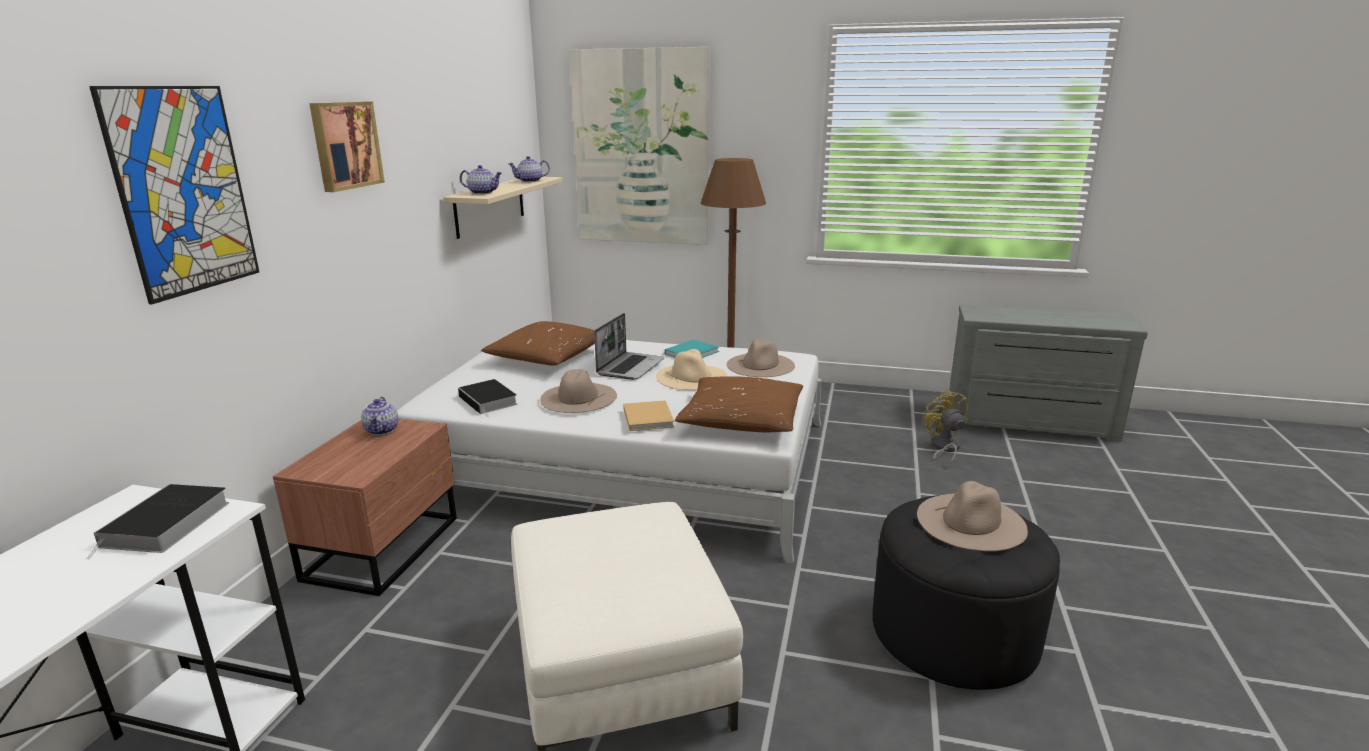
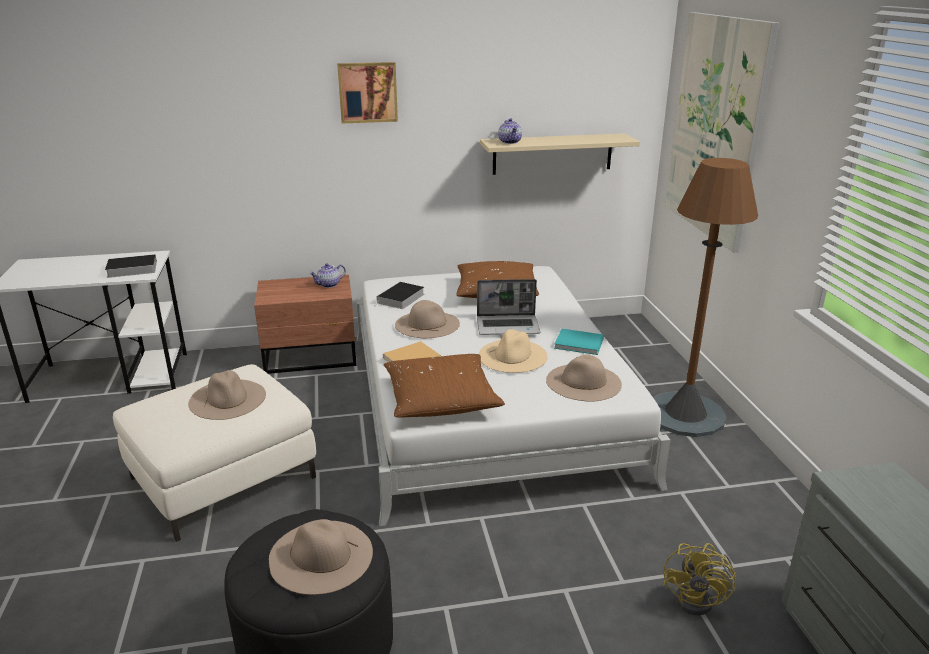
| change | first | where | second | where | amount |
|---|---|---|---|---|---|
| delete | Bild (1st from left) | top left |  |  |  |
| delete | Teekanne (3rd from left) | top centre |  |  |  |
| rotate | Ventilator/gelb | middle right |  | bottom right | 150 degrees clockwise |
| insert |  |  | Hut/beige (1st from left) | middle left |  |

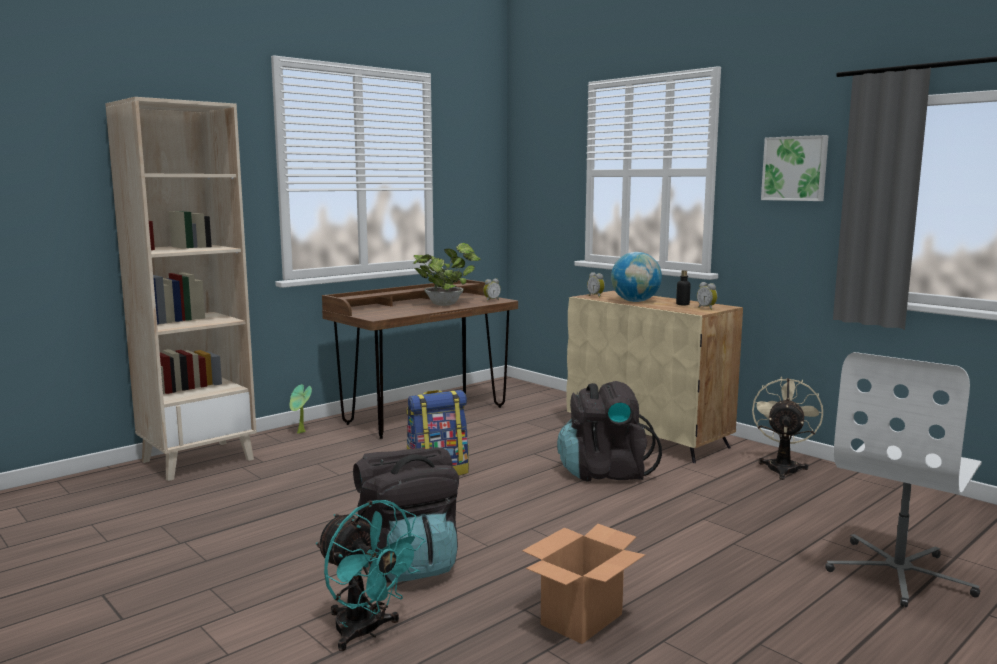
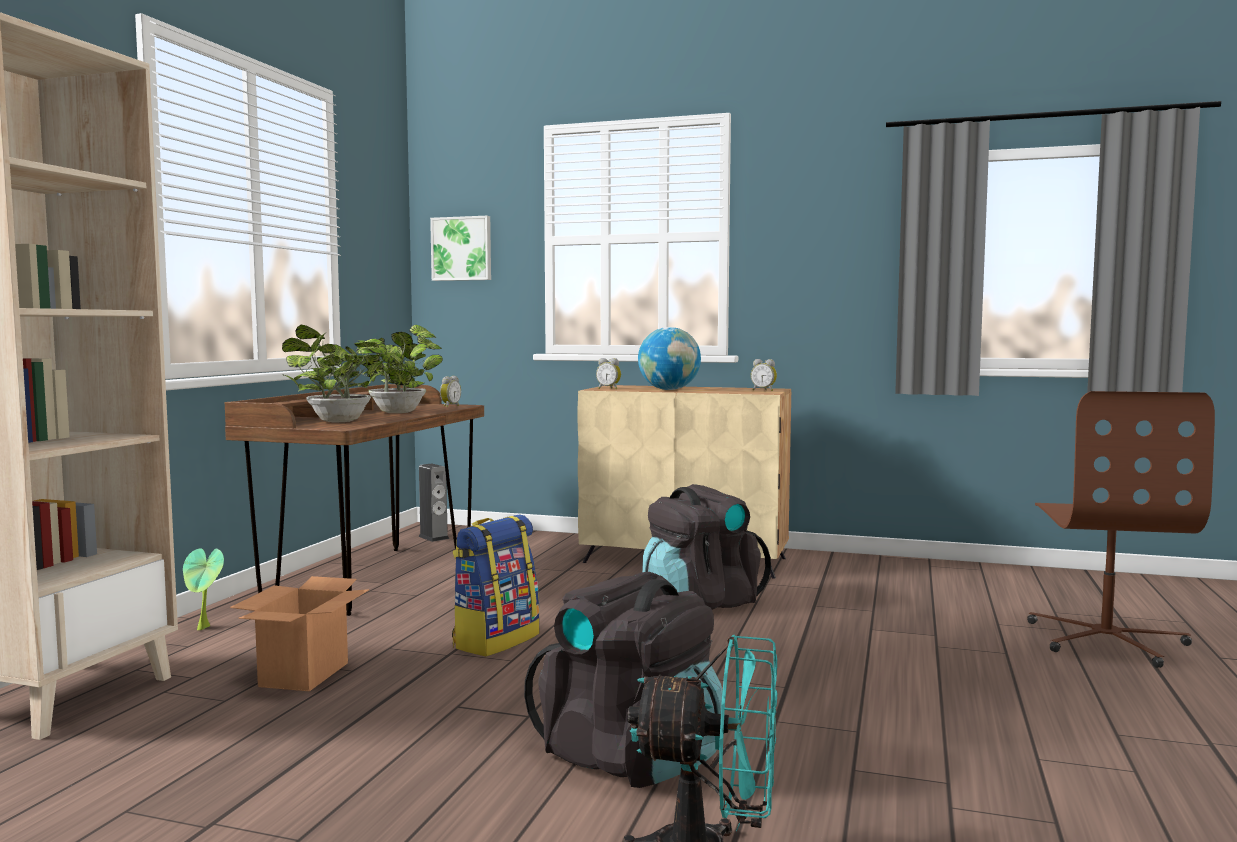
| change | first | where | second | where | amount |
|---|---|---|---|---|---|
| move | Karton | bottom centre |  | bottom left |  |
| delete | Flasche | middle right |  |  |  |
| delete | Ventilator/beige | middle right |  |  |  |
| move | Bild | top right |  | top centre |  |
| recolor | Bürostuhl/weiß | bottom right | Bürostuhl/braun | middle right |  |
| insert |  |  | Topfpflanze (2nd from left) | middle left |  |
| insert |  |  | Lautsprecher | centre |  |

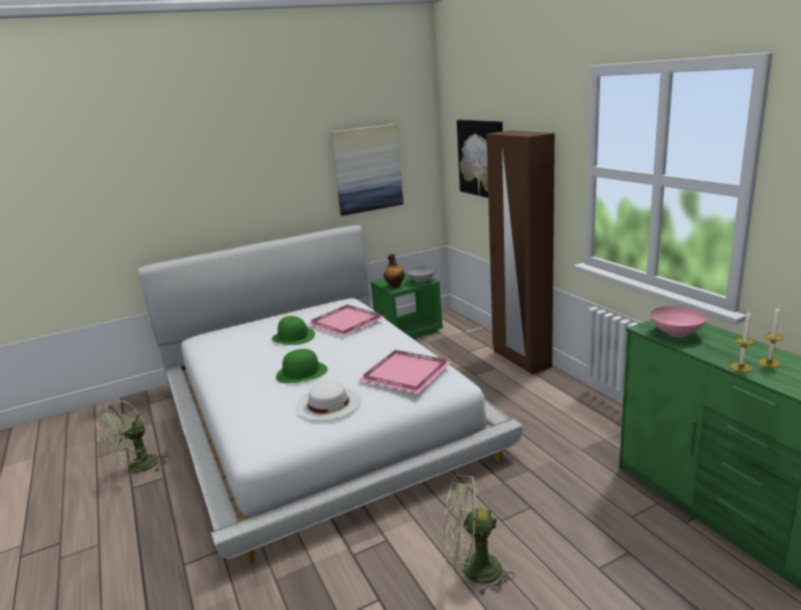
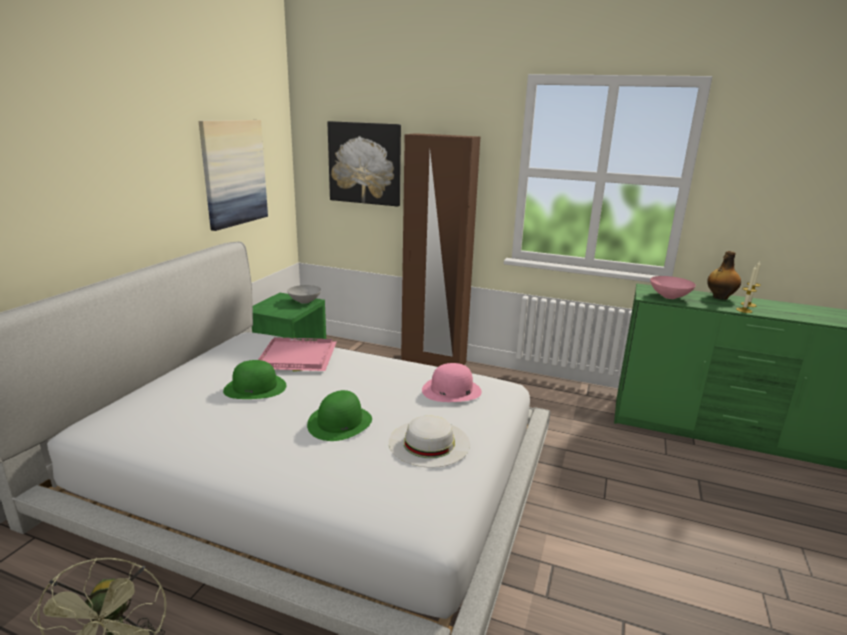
| change | first | where | second | where | amount |
|---|---|---|---|---|---|
| replace | Tablett/rosa (2nd from left) | centre | Hut/rosa | centre |  |
| move | Flasche | centre |  | middle right |  |
| delete | Ventilator/grün (2nd from left) | bottom centre |  |  |  |

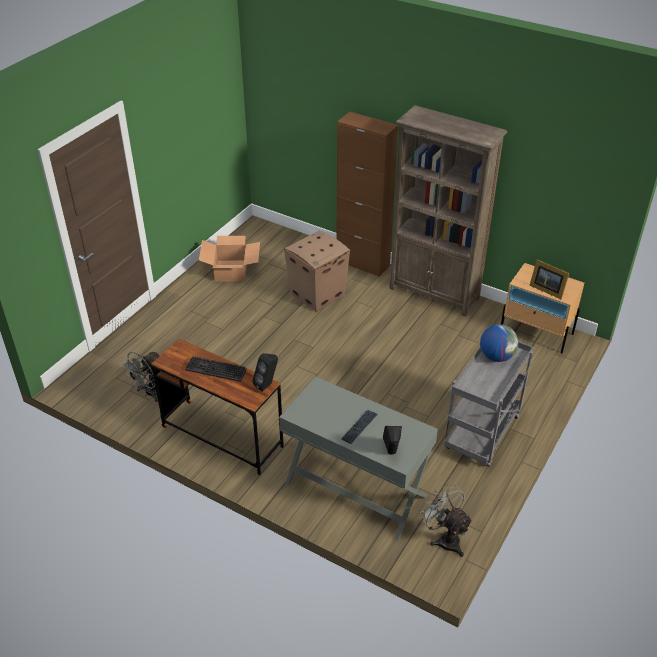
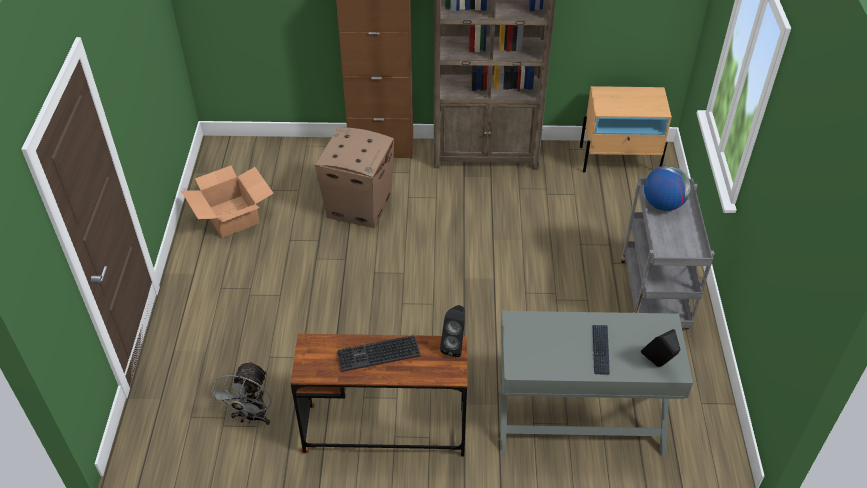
| change | first | where | second | where | amount |
|---|---|---|---|---|---|
| delete | Ventilator/grau (2nd from left) | bottom right |  |  |  |
| delete | Bilderrahmen | middle right |  |  |  |

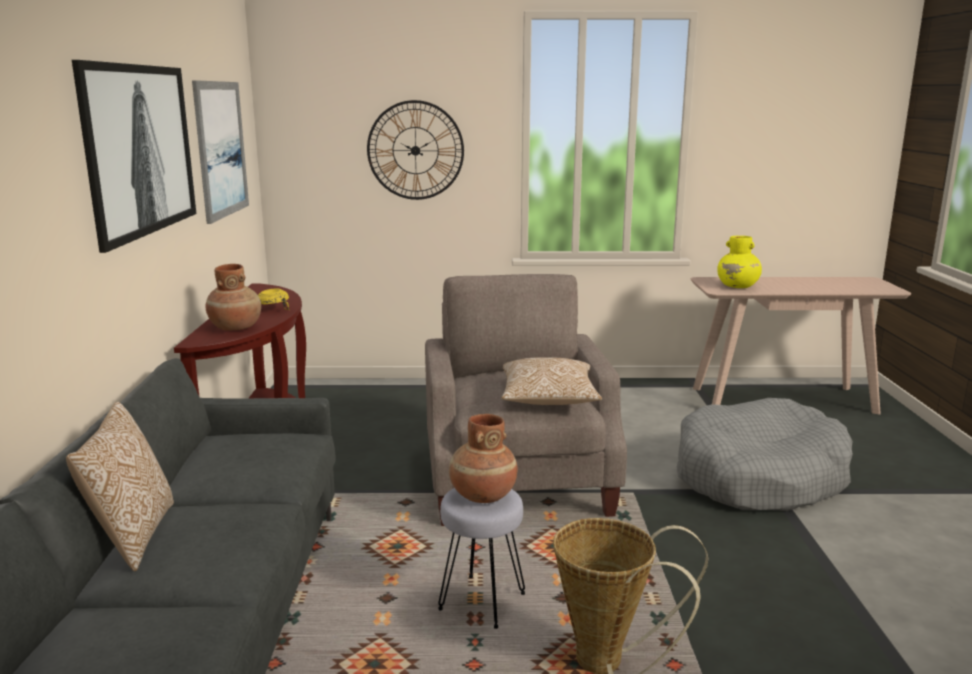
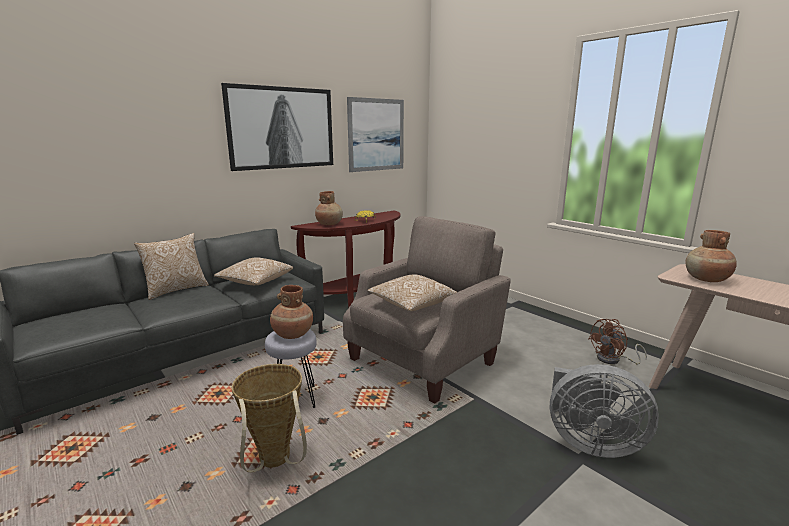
| change | first | where | second | where | amount |
|---|---|---|---|---|---|
| delete | Wanduhr | top centre |  |  |  |
| replace | Hundebett/grau | bottom right | Ventilator/grau | bottom right |  |
| recolor | Vase/gelb | middle right | Vase/braun (3rd from left) | middle right |  |
| insert |  |  | Kissen (2nd from left) | middle left |  |
| insert |  |  | Ventilator/braun | middle right |  |

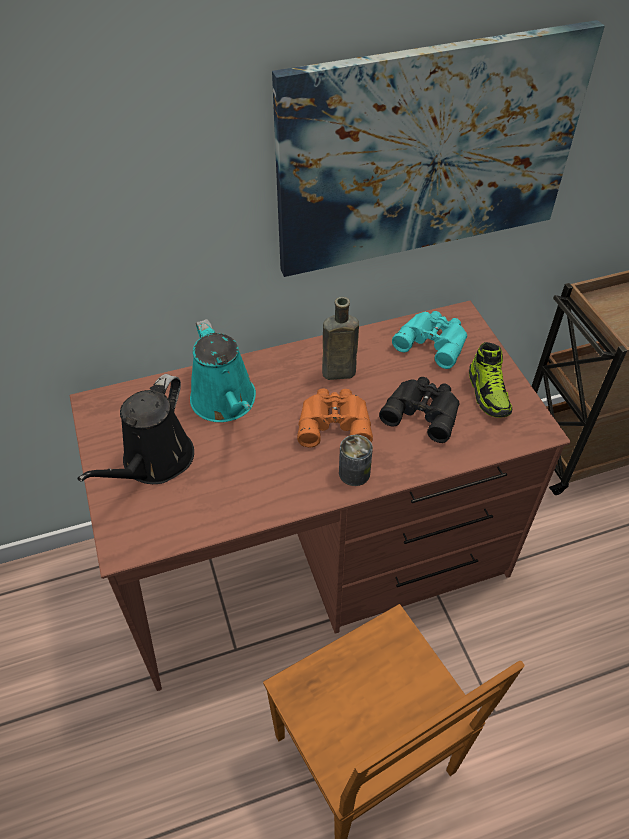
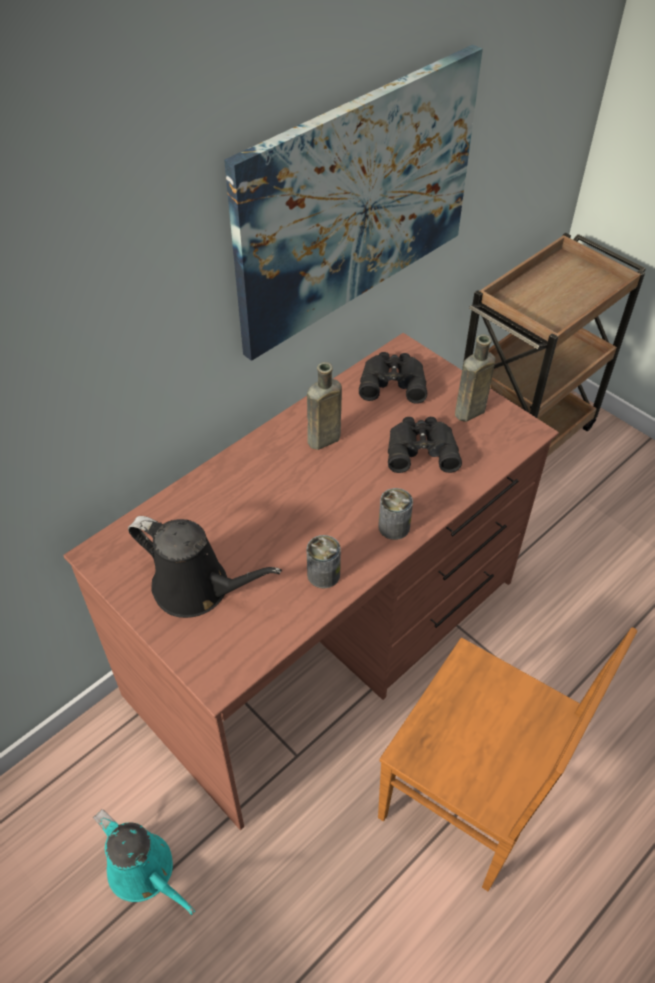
| change | first | where | second | where | amount |
|---|---|---|---|---|---|
| rotate | Gießkanne/schwarz | middle left |  | middle left | 60 degrees counterclockwise |
| move | Gießkanne/türkis | centre |  | bottom left |  |
| delete | Fernglas/orange | centre |  |  |  |
| recolor | Fernglas/türkis | middle right | Fernglas/schwarz (1st from left) | centre |  |
| replace | Schuh | middle right | Flasche/braun (2nd from left) | middle right |  |
| insert |  |  | Dose (1st from left) | centre |  |

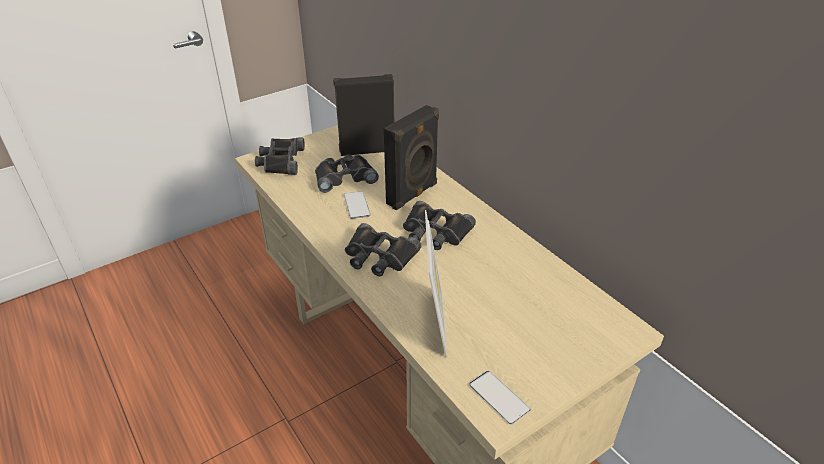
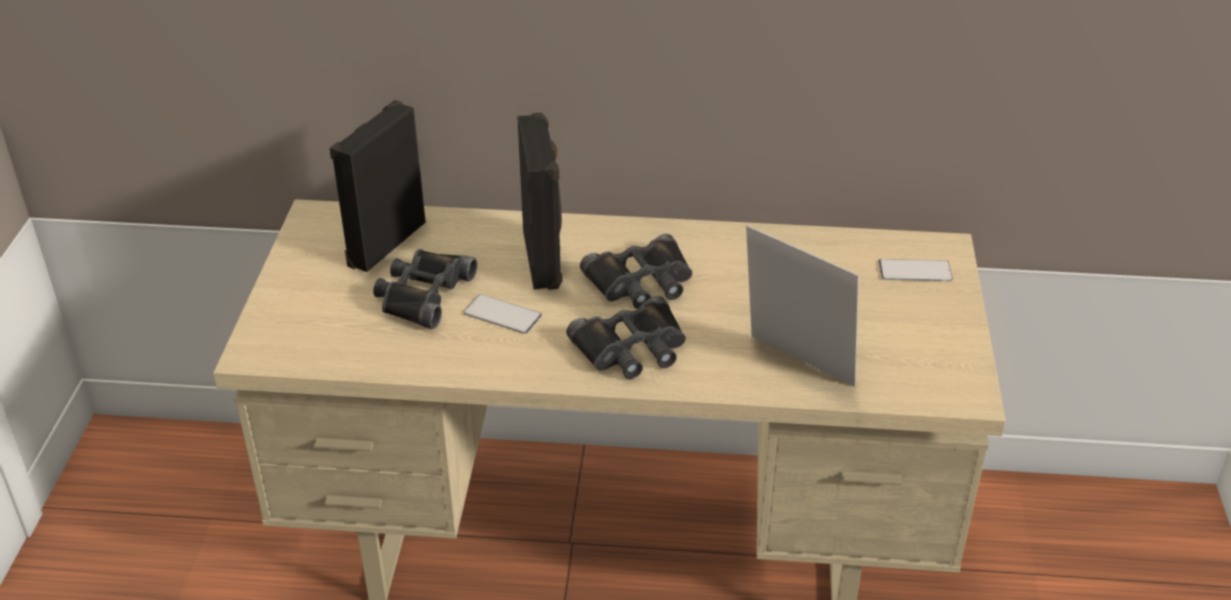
| change | first | where | second | where | amount |
|---|---|---|---|---|---|
| delete | Fernglas/schwarz (1st from left) | centre |  |  |  |
| move | Handy (2nd from left) | bottom centre |  | middle right |  |

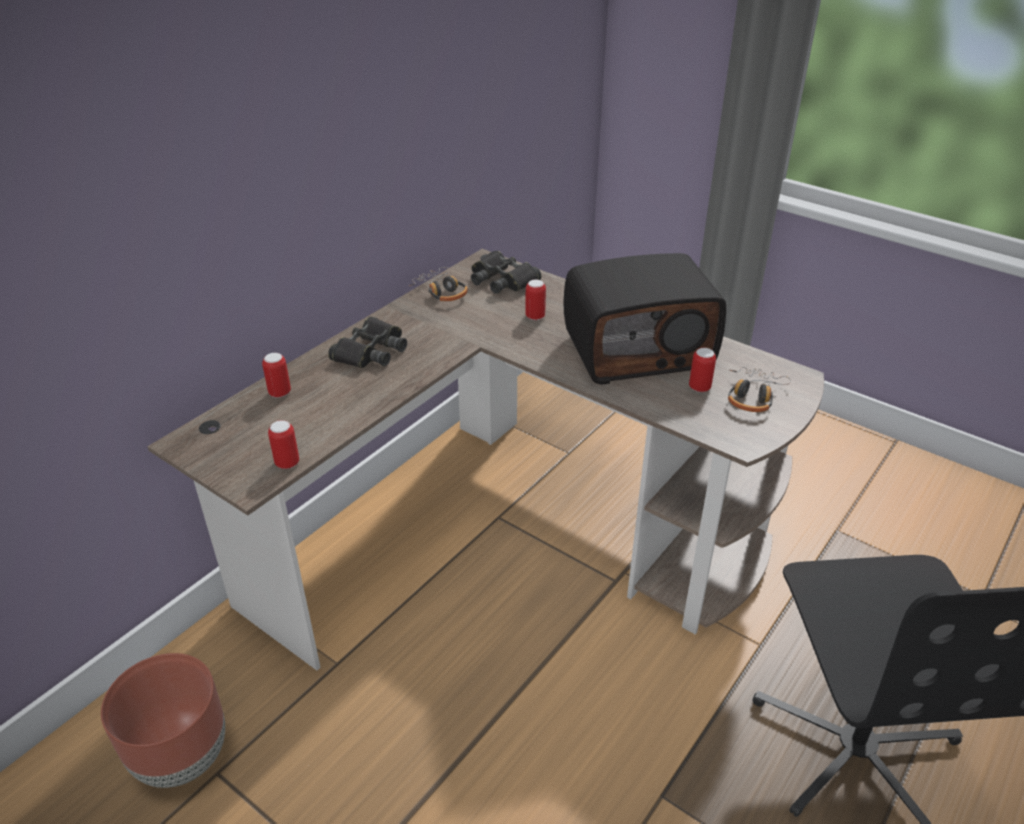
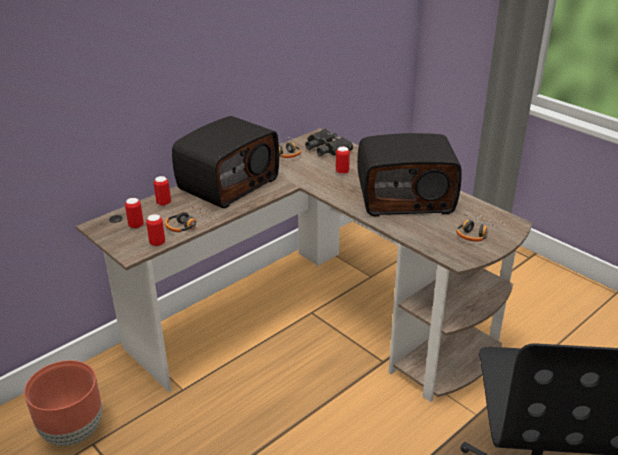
| change | first | where | second | where | amount |
|---|---|---|---|---|---|
| replace | Fernglas/schwarz (1st from left) | centre | Radio (1st from left) | centre |  |
| move | Dose (4th from left in the first image) | middle right | Dose (1st from left) | middle left |  |
| insert |  |  | Kopfhörer (1st from left) | middle left |  |

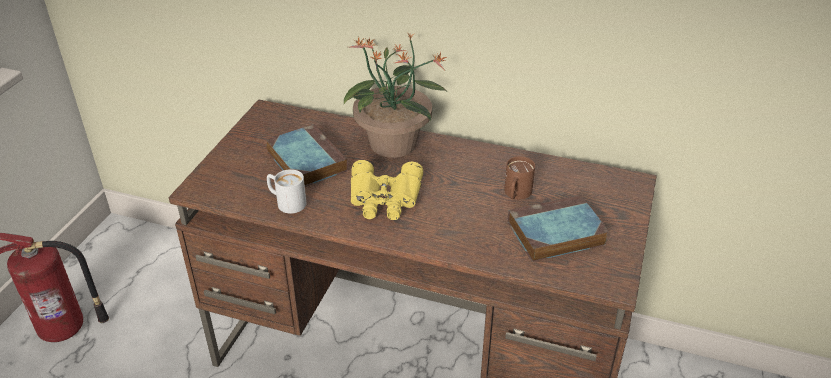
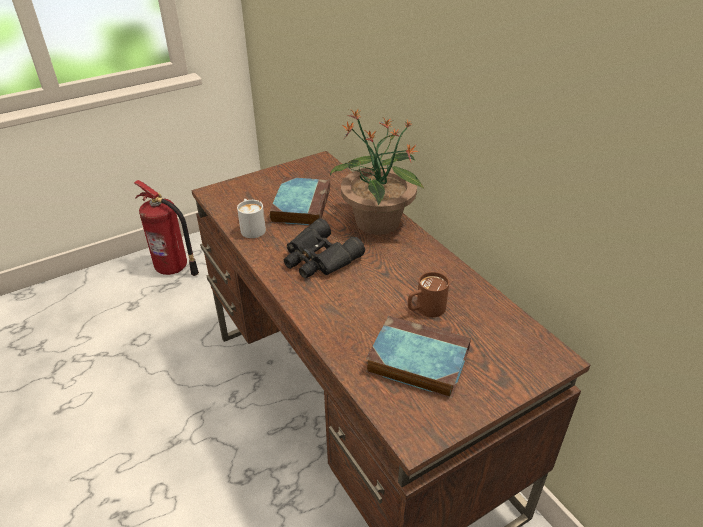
| change | first | where | second | where | amount |
|---|---|---|---|---|---|
| recolor | Fernglas/gelb | centre | Fernglas/schwarz | centre |  |

